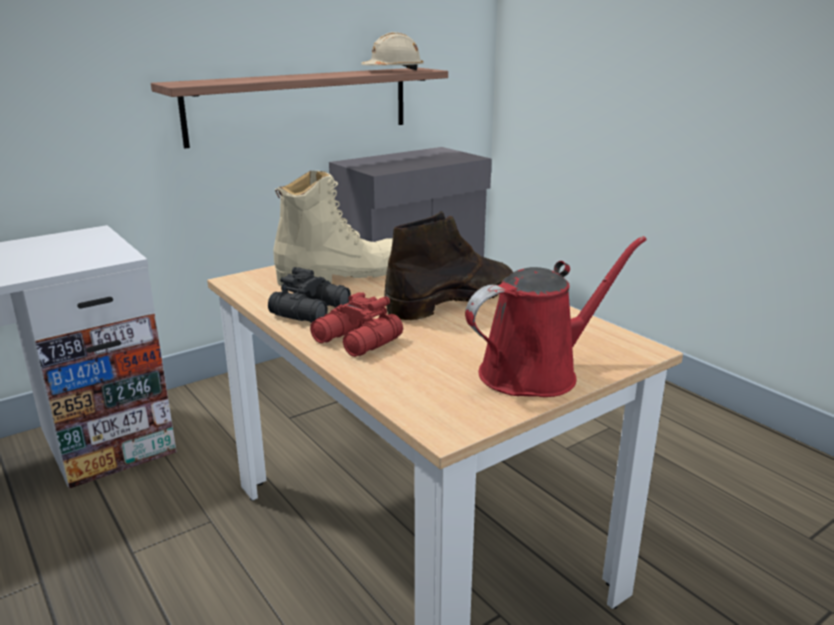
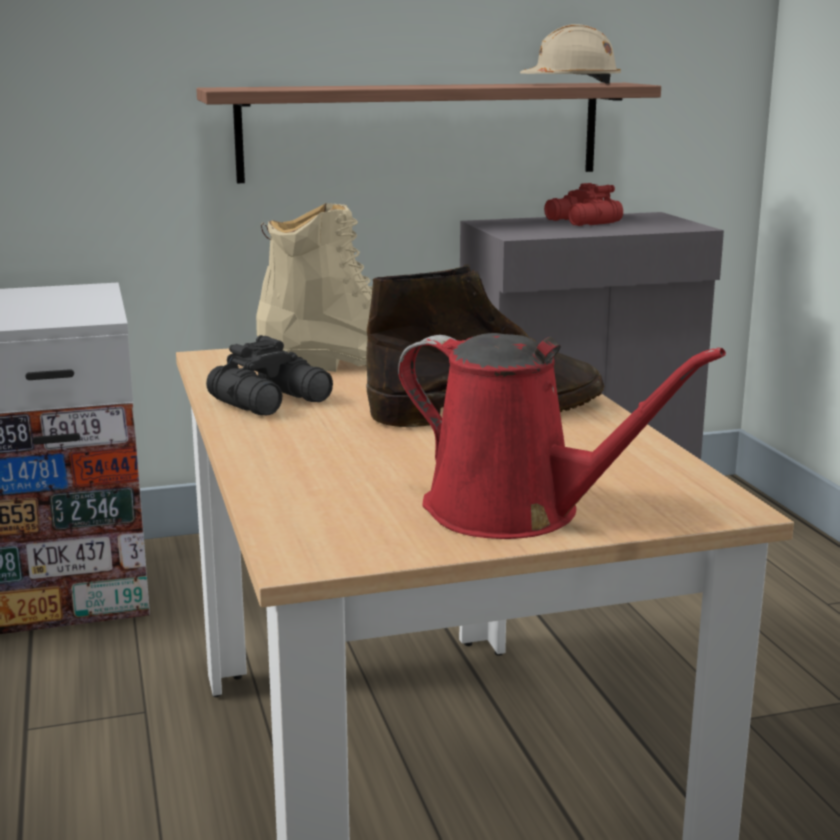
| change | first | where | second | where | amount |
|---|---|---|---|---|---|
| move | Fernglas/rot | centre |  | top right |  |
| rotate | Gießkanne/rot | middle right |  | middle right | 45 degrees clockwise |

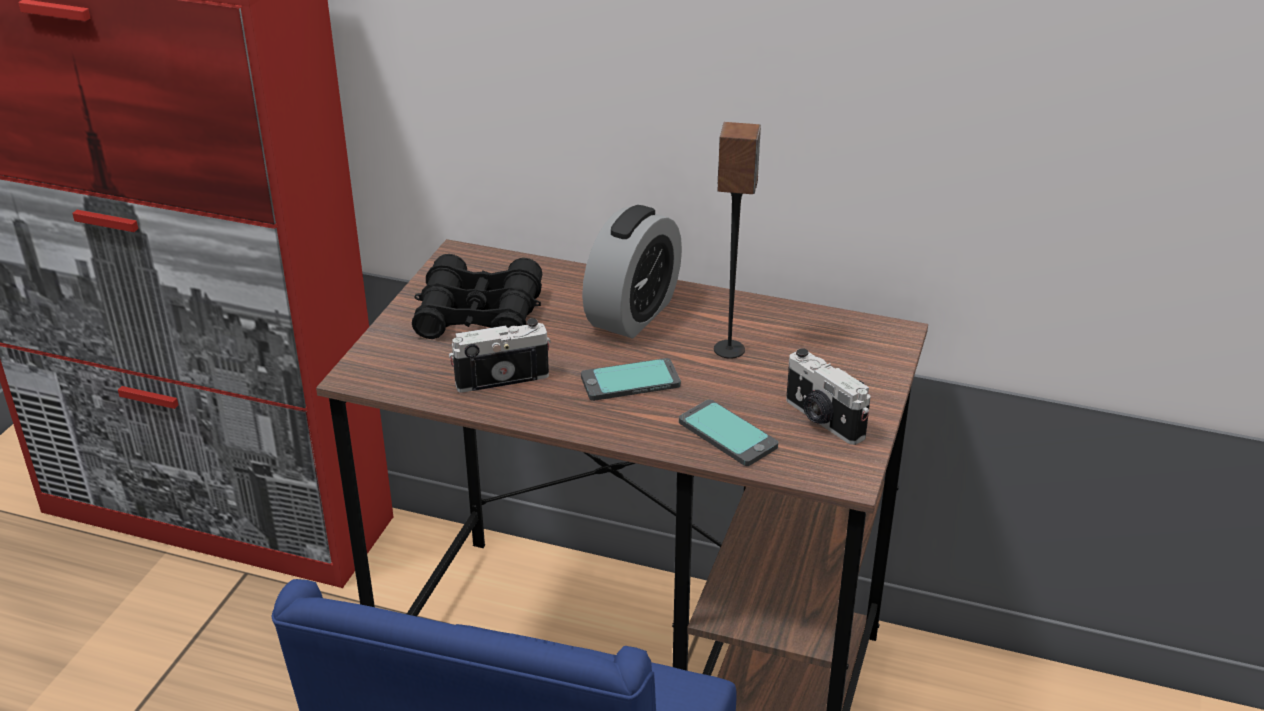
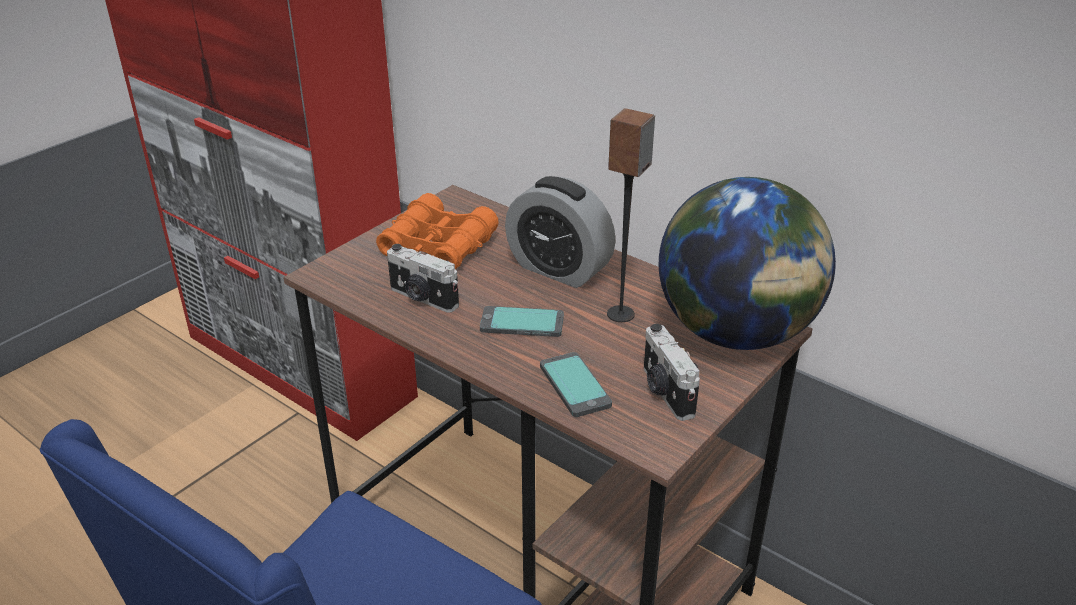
| change | first | where | second | where | amount |
|---|---|---|---|---|---|
| recolor | Fernglas/schwarz | centre | Fernglas/orange | centre |  |
| rotate | Kamera (1st from left) | centre |  | centre | 150 degrees counterclockwise |
| rotate | Wecker | centre |  | centre | 75 degrees clockwise |
| insert |  |  | Globus | middle right |  |

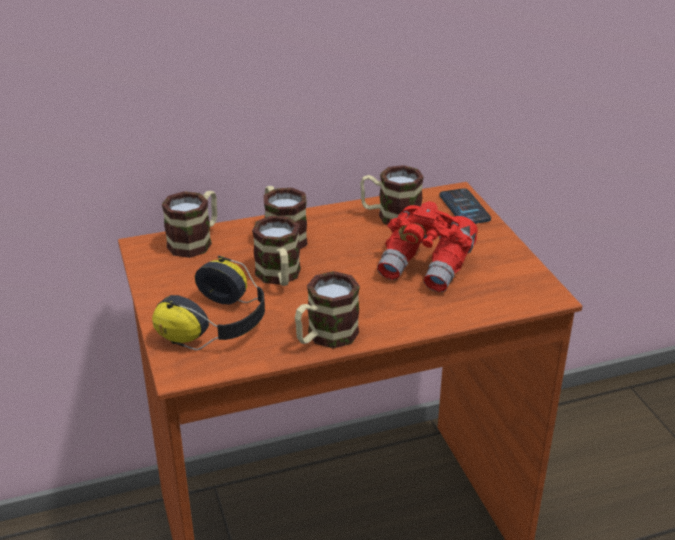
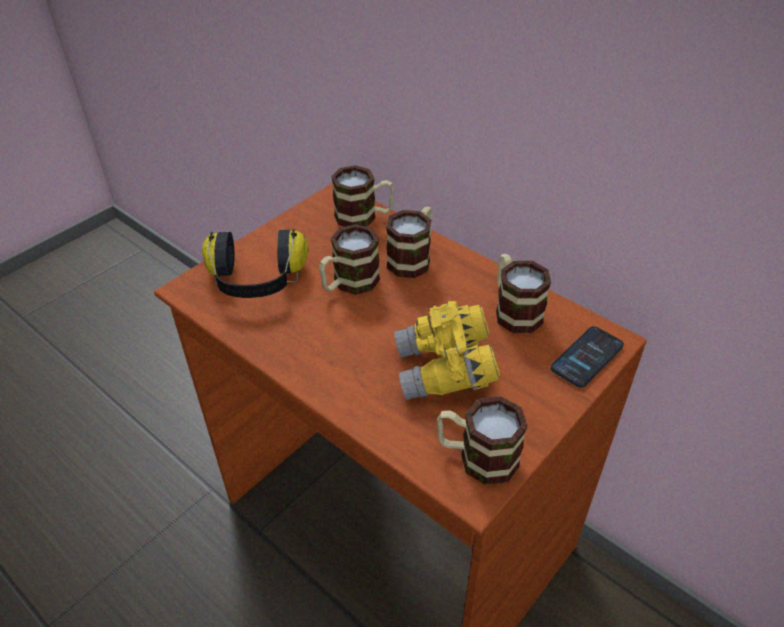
| change | first | where | second | where | amount |
|---|---|---|---|---|---|
| move | Henkelbecher (4th from left) | centre |  | bottom centre |  |
| recolor | Fernglas/rot | centre | Fernglas/gelb | centre |  |

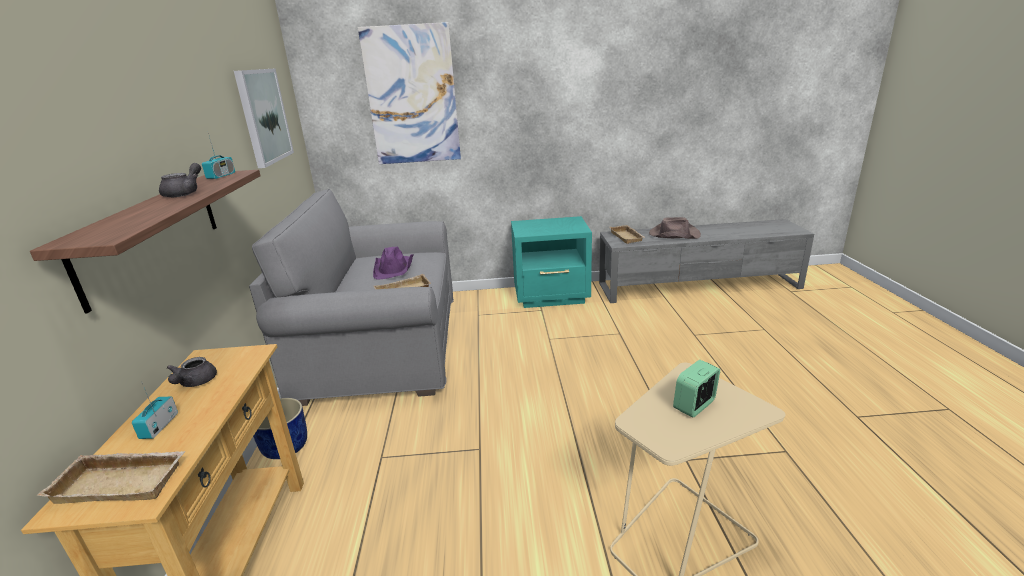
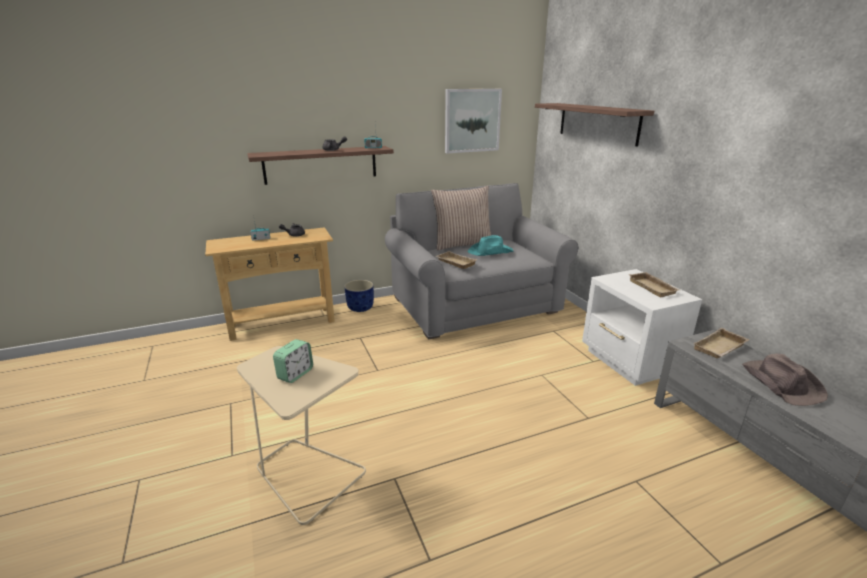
| change | first | where | second | where | amount |
|---|---|---|---|---|---|
| move | Tablett/beige (1st from left in the first image) | bottom left | Tablett/beige (2nd from left) | middle right |  |
| replace | Bild (2nd from left) | top centre | Wandregal (2nd from left) | top right |  |
| recolor | Hut/lila | centre | Hut/türkis | centre |  |
| recolor | Nachttisch/türkis | centre | Nachttisch/weiß | middle right |  |
| rotate | Wecker | bottom right |  | centre | 90 degrees clockwise |
| insert |  |  | Kissen | centre |  |

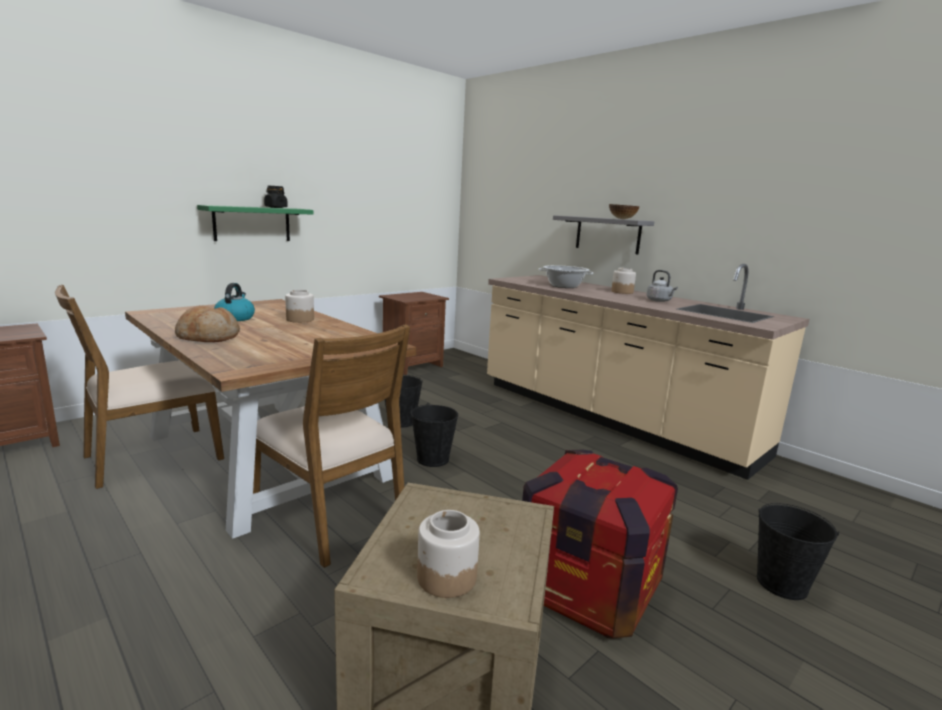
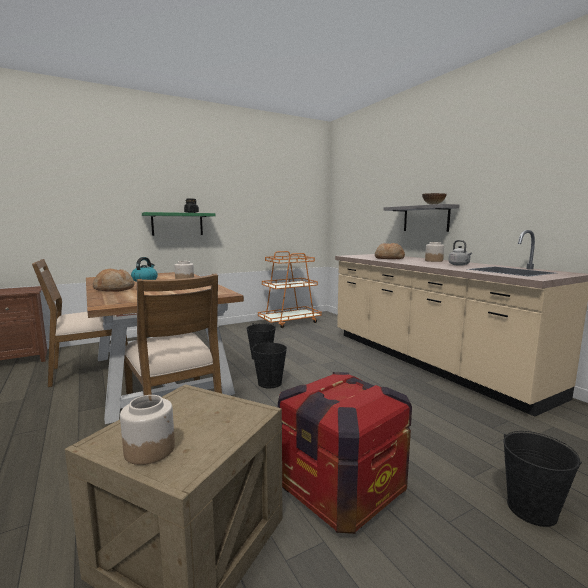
| change | first | where | second | where | amount |
|---|---|---|---|---|---|
| replace | Nachttisch/braun (2nd from left) | centre | Rollwagen/orange | centre |  |
| replace | Kochtopf | centre | Brot (2nd from left) | centre |  |

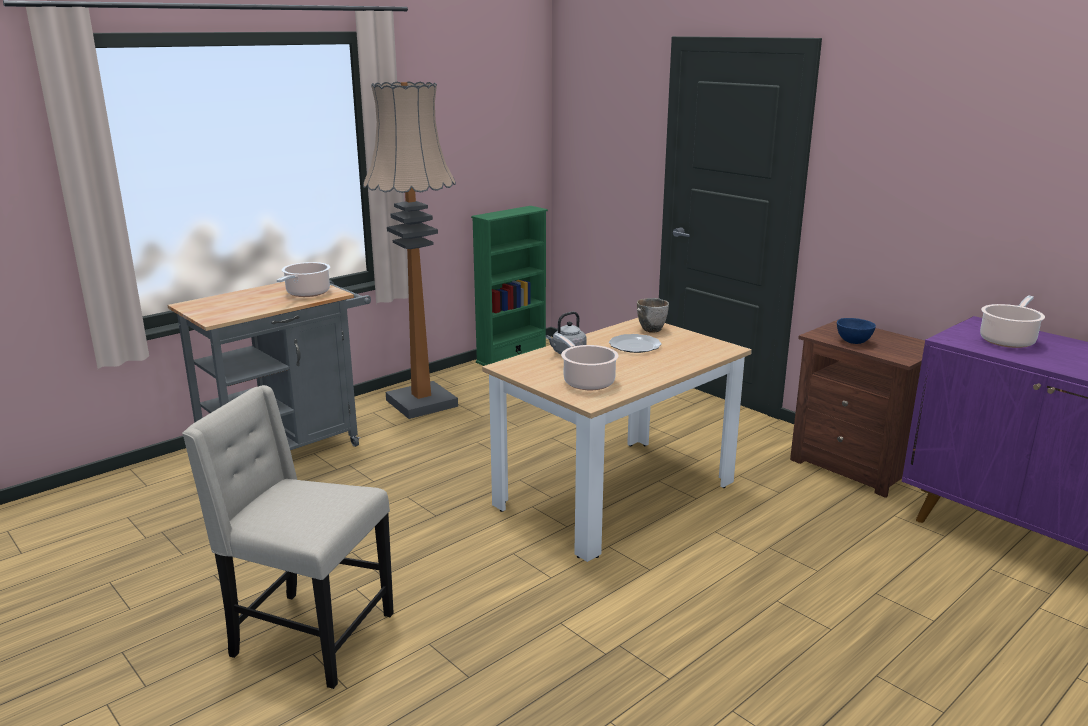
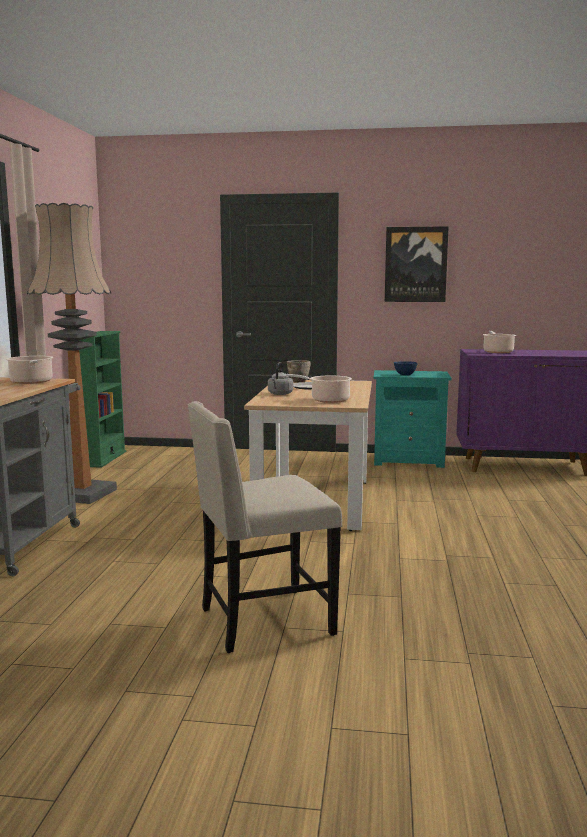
| change | first | where | second | where | amount |
|---|---|---|---|---|---|
| recolor | Nachttisch/braun | middle right | Nachttisch/türkis | middle right |  |
| insert |  |  | Bild | top right |  |

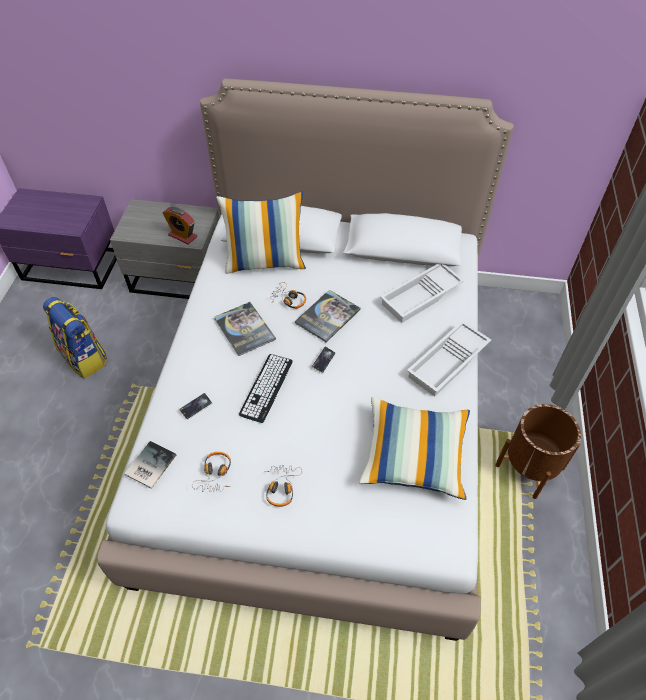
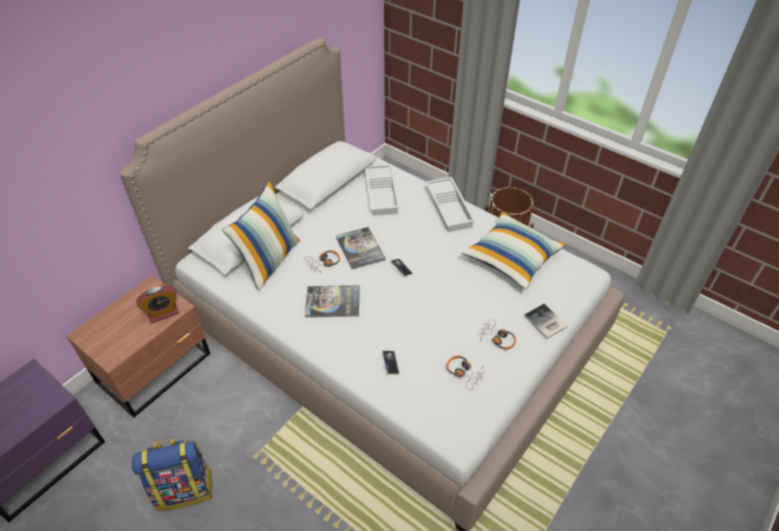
| change | first | where | second | where | amount |
|---|---|---|---|---|---|
| recolor | Nachttisch/grau | middle left | Nachttisch/braun | middle left |  |
| move | Buch (1st from left in the first image) | middle left | Buch (3rd from left) | middle right |  |
| delete | Tastatur | centre |  |  |  |

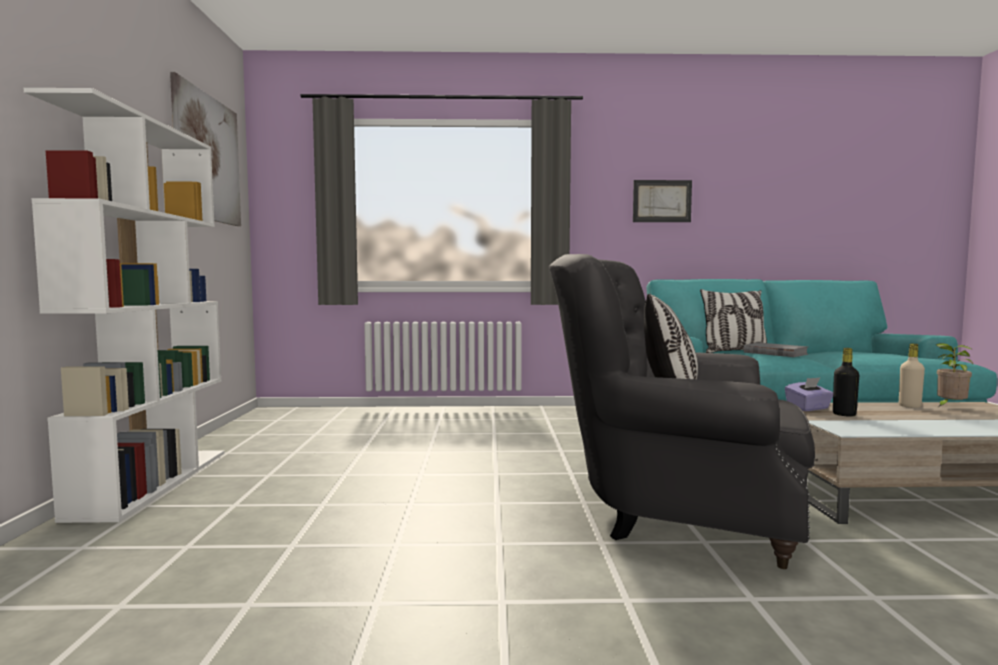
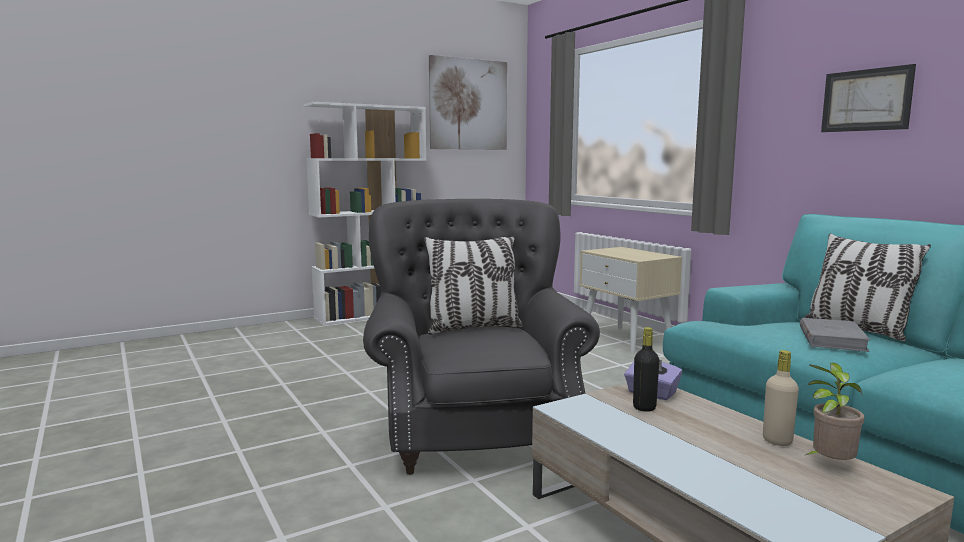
| change | first | where | second | where | amount |
|---|---|---|---|---|---|
| insert |  |  | Nachttisch/beige | centre |  |

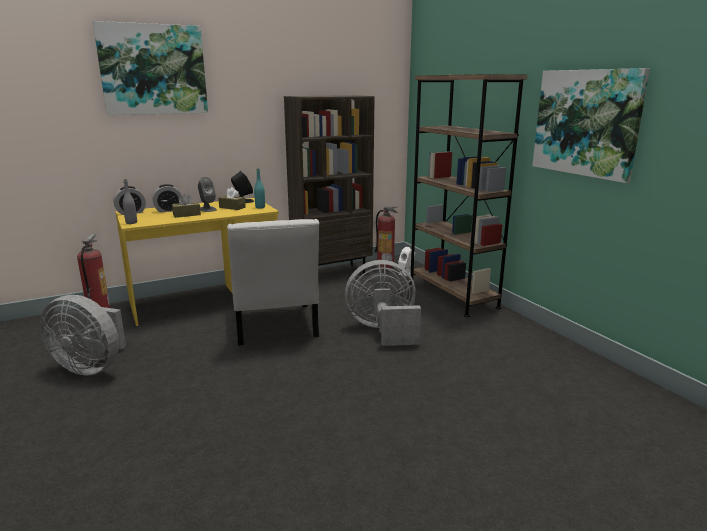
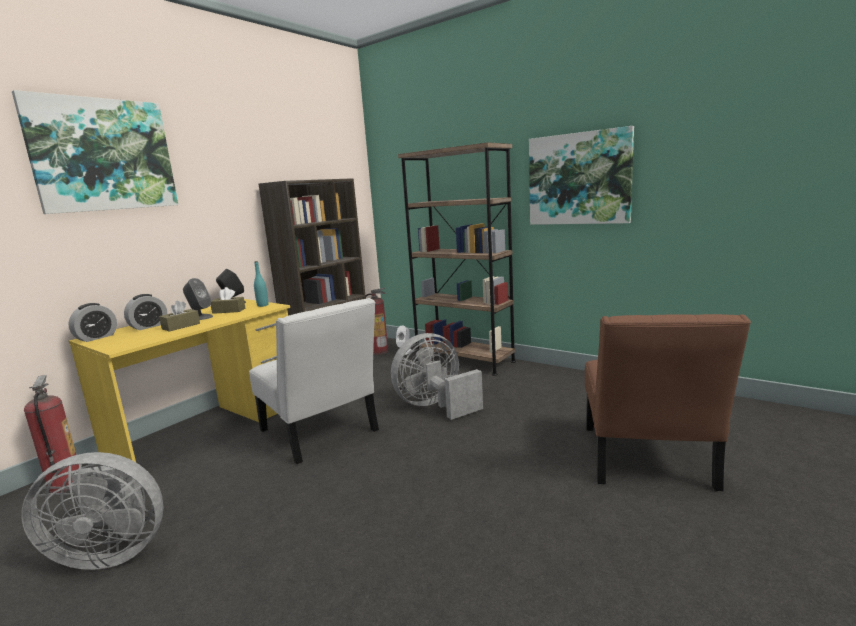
| change | first | where | second | where | amount |
|---|---|---|---|---|---|
| delete | Flasche/grau | middle left |  |  |  |
| insert |  |  | Stuhl/braun | middle right |  |

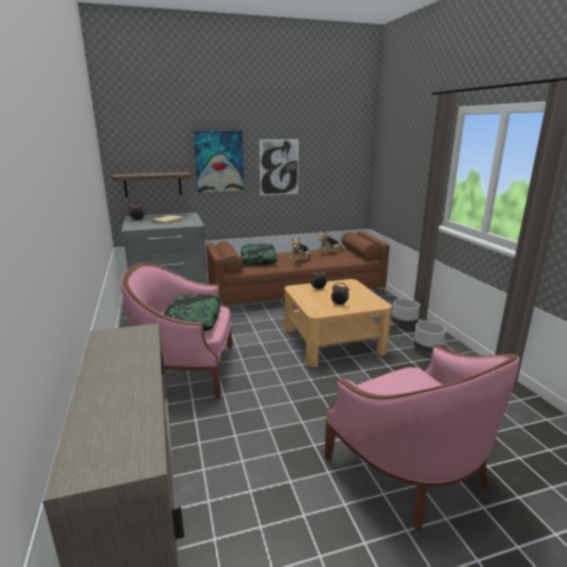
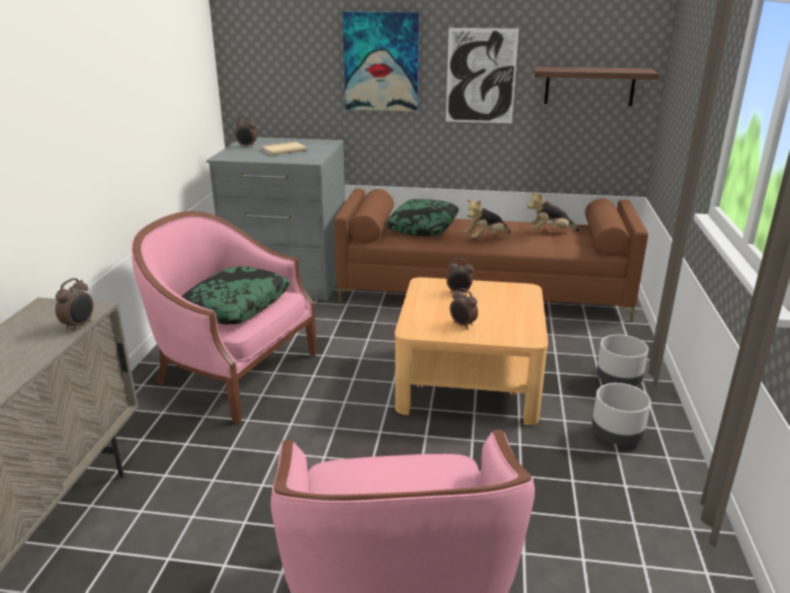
| change | first | where | second | where | amount |
|---|---|---|---|---|---|
| move | Wandregal | top left |  | top right |  |
| insert |  |  | Wecker (1st from left) | middle left |  |

